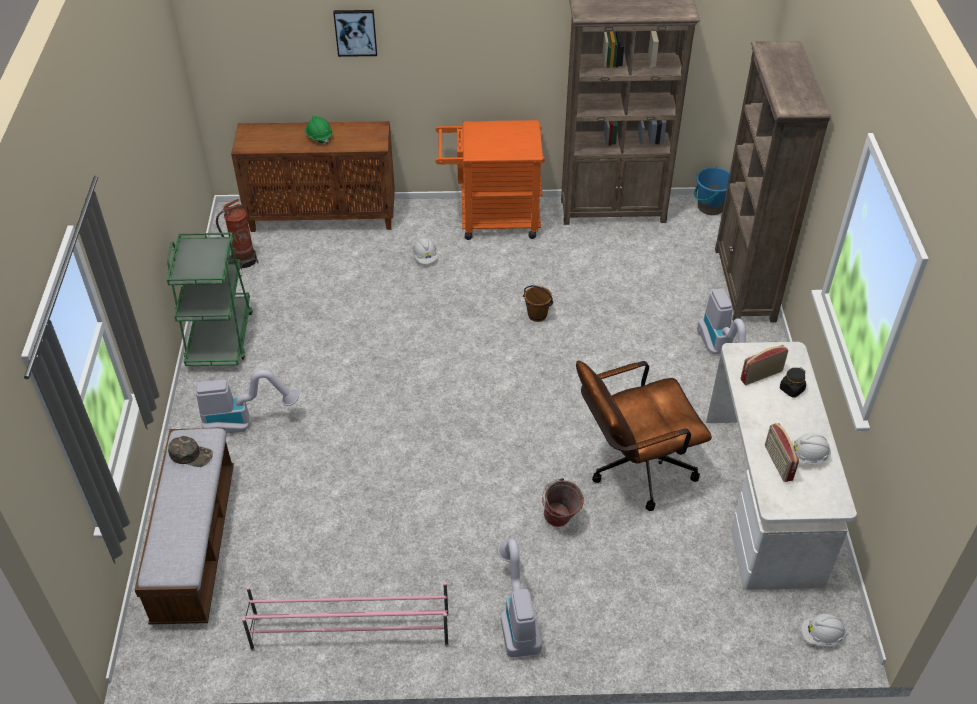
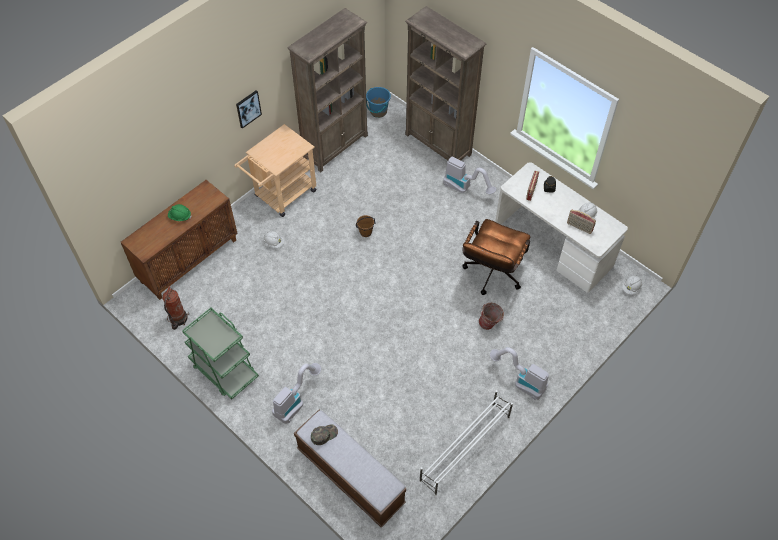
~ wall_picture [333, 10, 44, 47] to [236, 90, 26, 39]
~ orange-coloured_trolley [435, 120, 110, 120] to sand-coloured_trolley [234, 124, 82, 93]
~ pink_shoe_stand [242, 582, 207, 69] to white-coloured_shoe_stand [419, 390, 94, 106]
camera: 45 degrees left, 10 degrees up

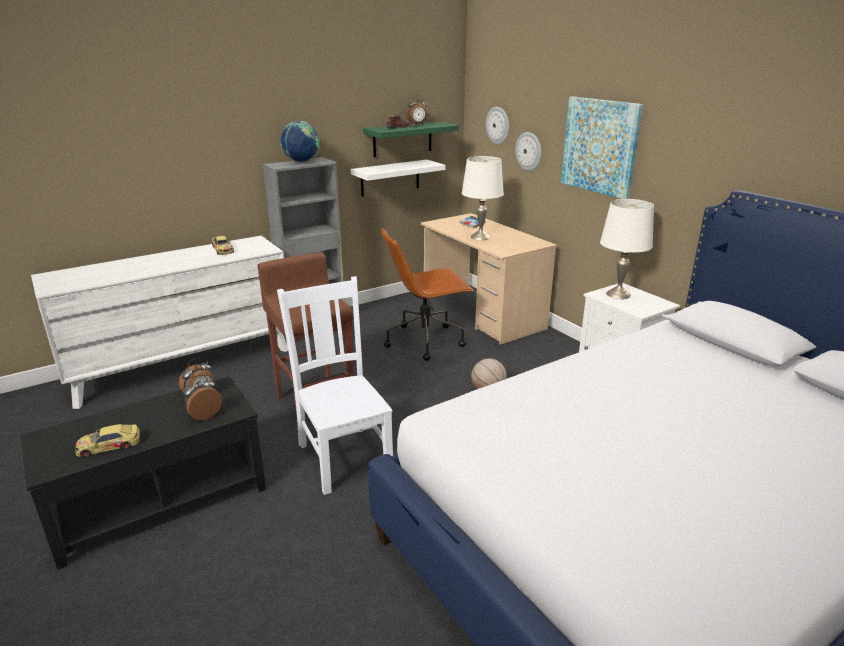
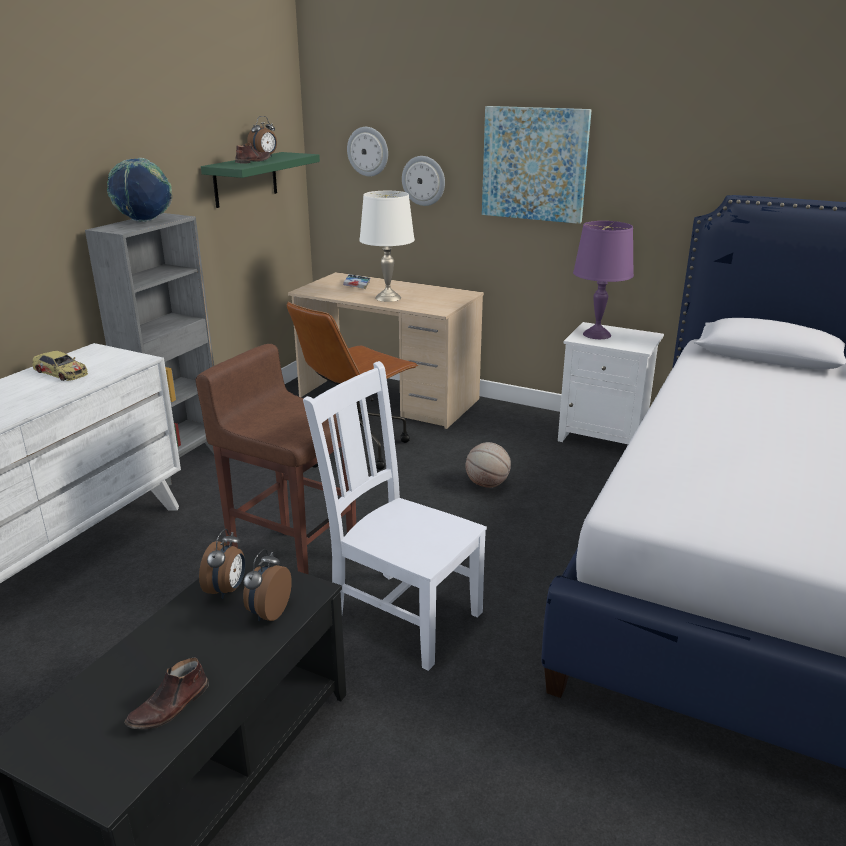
- white-coloured_shelf [351, 159, 95, 38]
~ white-coloured_tabletop_lamp [600, 199, 54, 100] to purple_tabletop_lamp [573, 221, 61, 118]
~ toy_car [75, 424, 65, 33] to brownish_item_of_footwear [124, 658, 85, 71]
camera: 30 degrees left, 0 degrees up

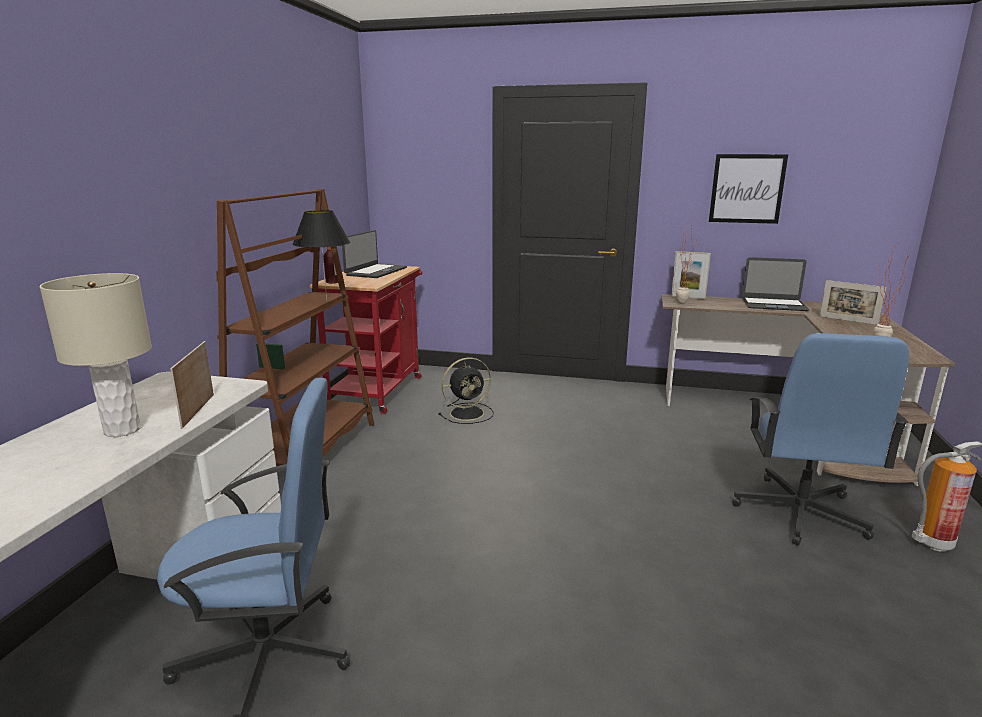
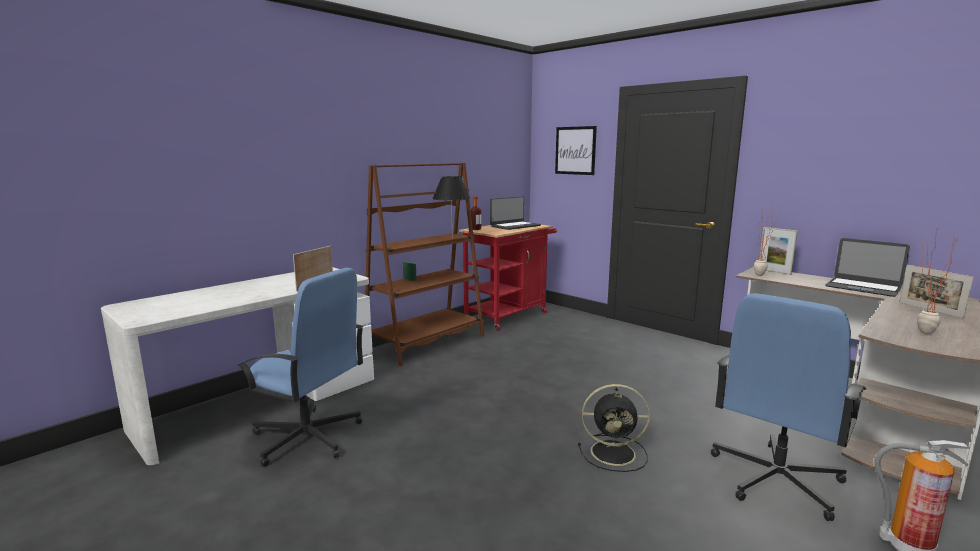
~ wall_picture [709, 154, 79, 70] to [555, 126, 42, 49]
- sand-coloured_tabletop_lamp [39, 273, 113, 164]
~ blackish_fan [438, 357, 56, 67] to [578, 384, 72, 88]
camera: 30 degrees right, 5 degrees down

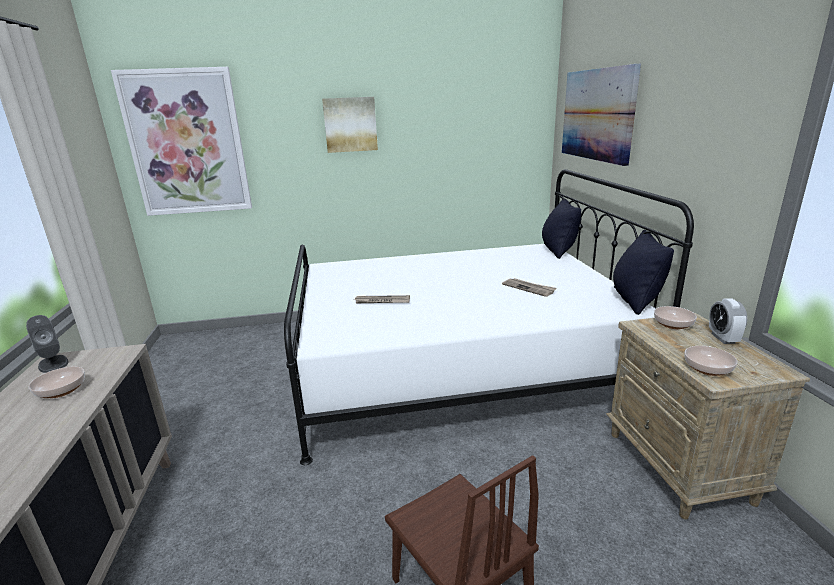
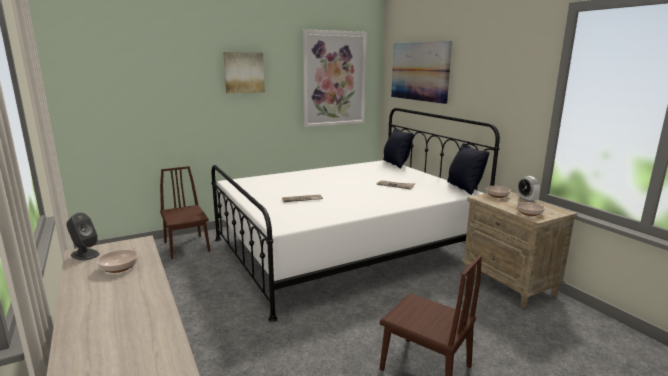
~ wall_picture [111, 67, 141, 149] to [303, 29, 64, 98]
+ brownish_chair [160, 166, 50, 93]
camera: 20 degrees left, 5 degrees down

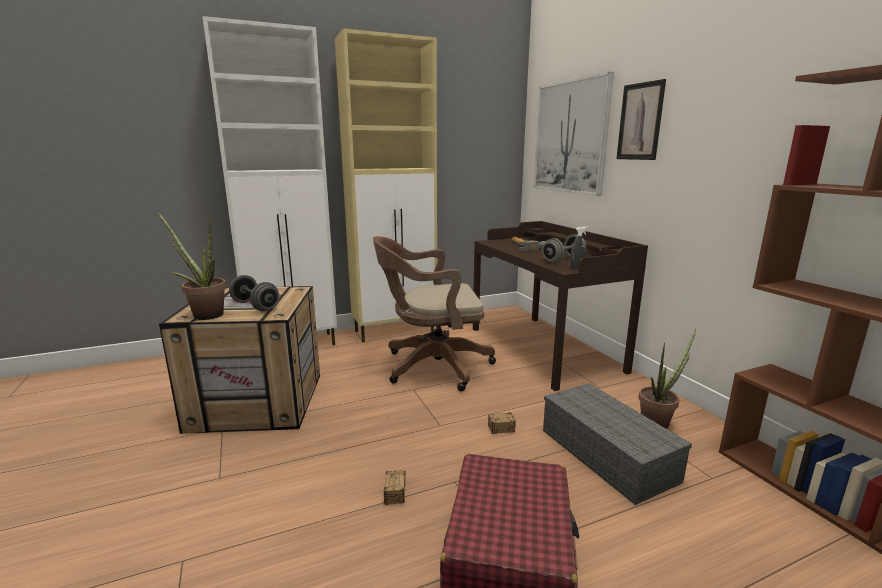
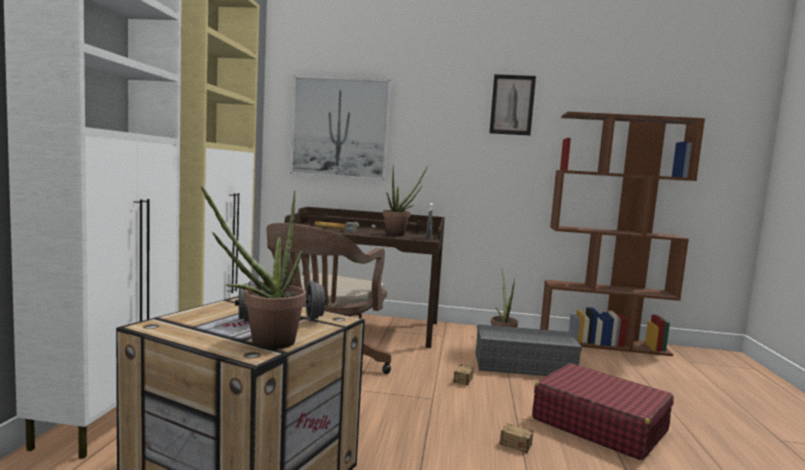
~ wall_picture [616, 79, 50, 81] to [489, 74, 47, 62]
~ greyish_free_weight [542, 234, 44, 29] to potted_plant [383, 165, 45, 71]
camera: 60 degrees left, 10 degrees down

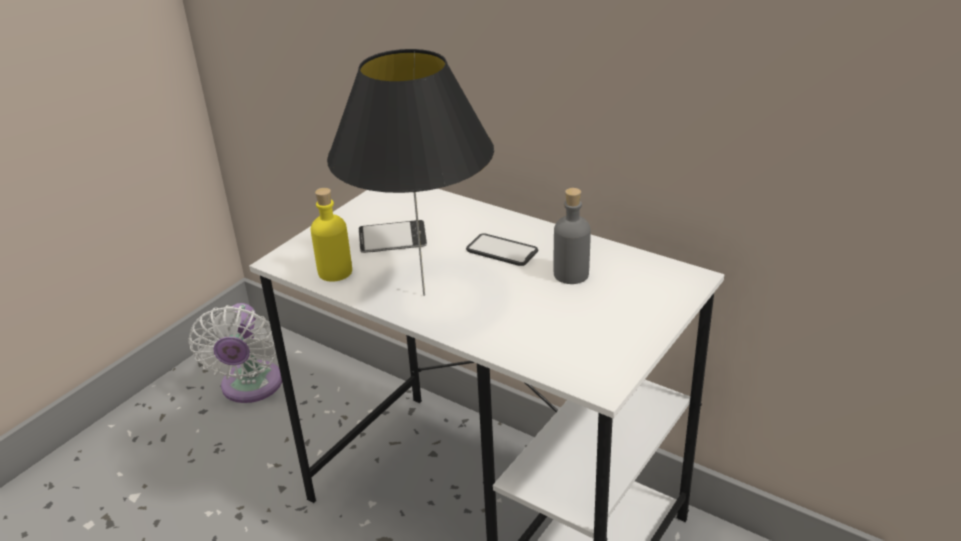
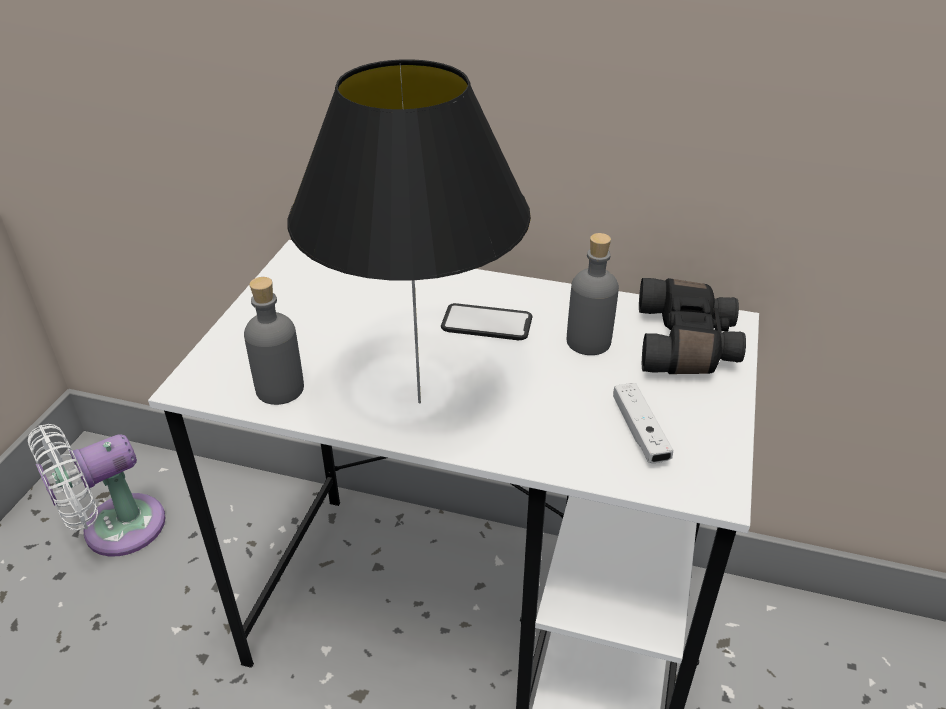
~ yellow_drink_bottle [311, 188, 41, 94] to greyish_drink_bottle [244, 277, 60, 128]
- phone [359, 220, 68, 33]
~ white-coloured_fan [188, 303, 94, 100] = [28, 424, 138, 132] 75 degrees clockwise
+ blackish_field_glasses [639, 278, 107, 96]
+ white-coloured_game_controller [613, 383, 60, 80]
camera: 20 degrees left, 5 degrees up

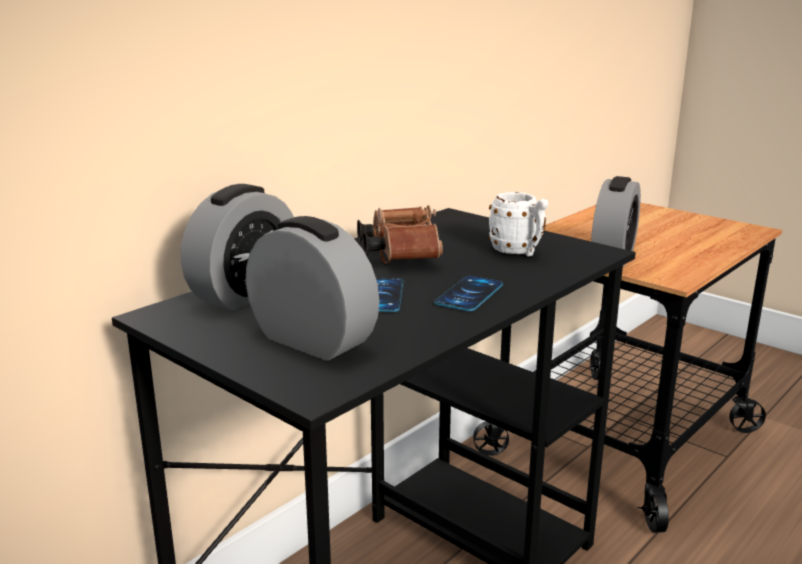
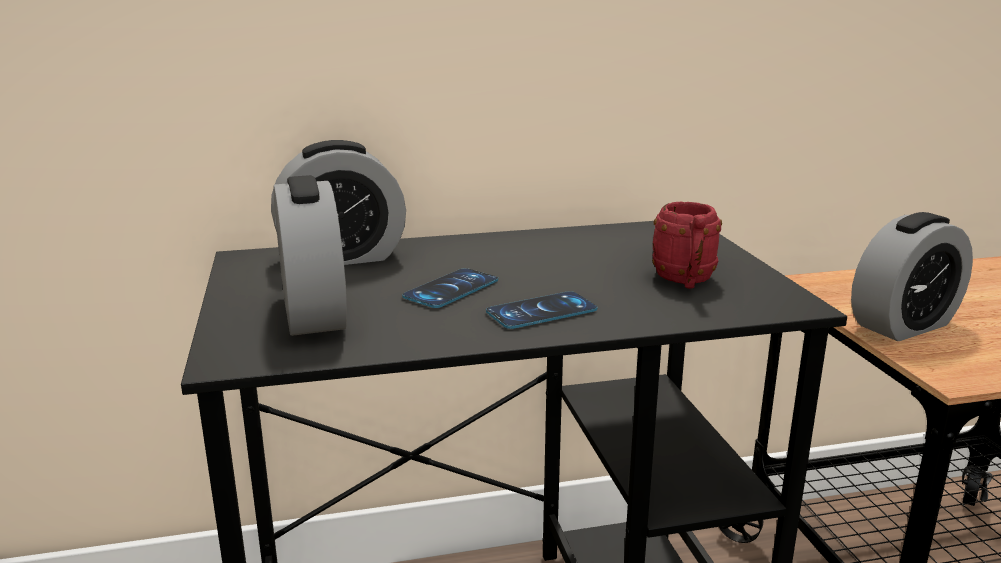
~ white-coloured_mug [489, 192, 59, 65] to red-coloured_mug [652, 202, 70, 87]
- brownish_field_glasses [357, 205, 86, 59]
camera: 35 degrees right, 0 degrees up

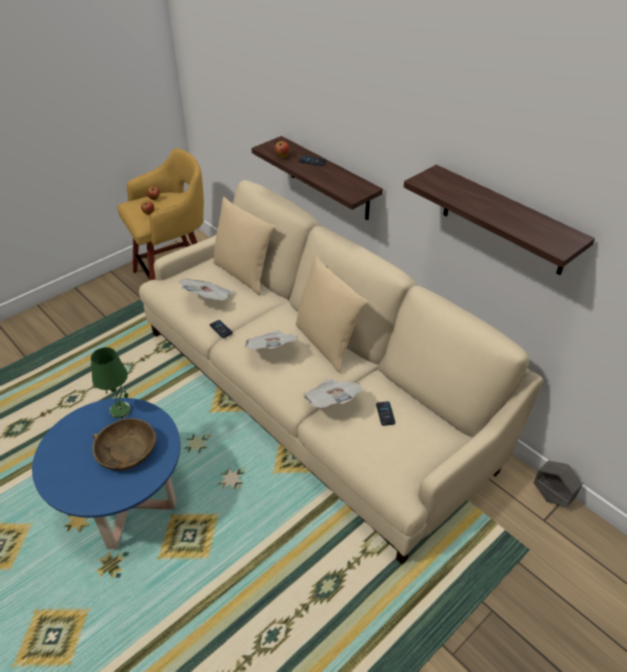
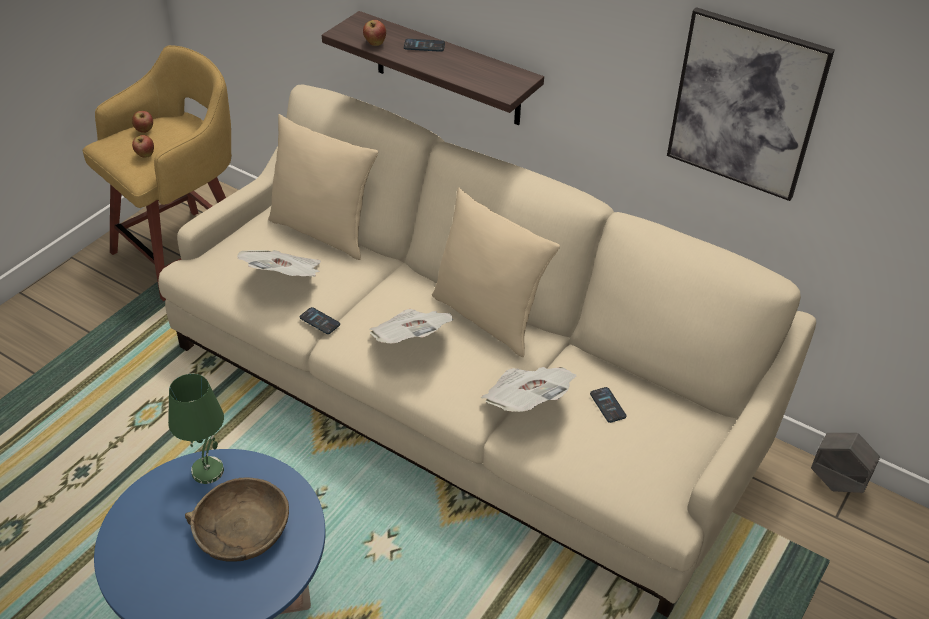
~ shelf [404, 165, 191, 110] to wall_picture [667, 7, 168, 194]
camera: 15 degrees left, 0 degrees up

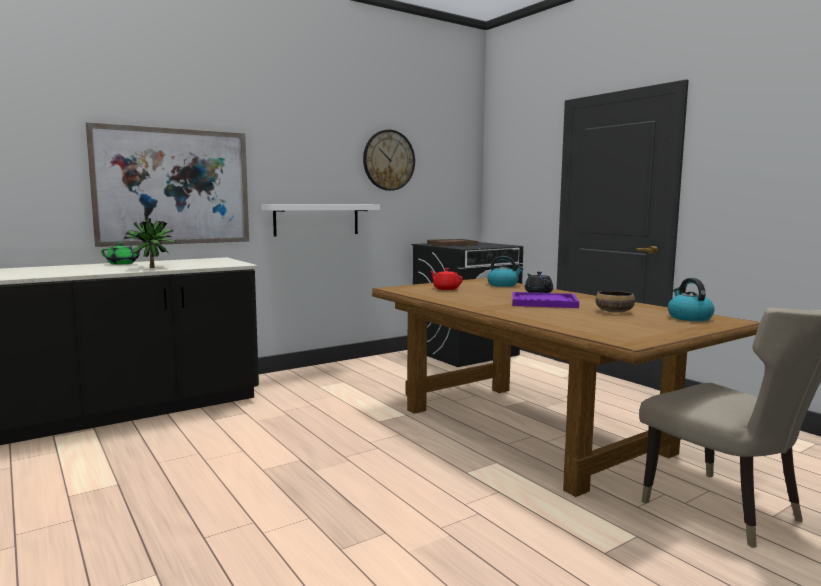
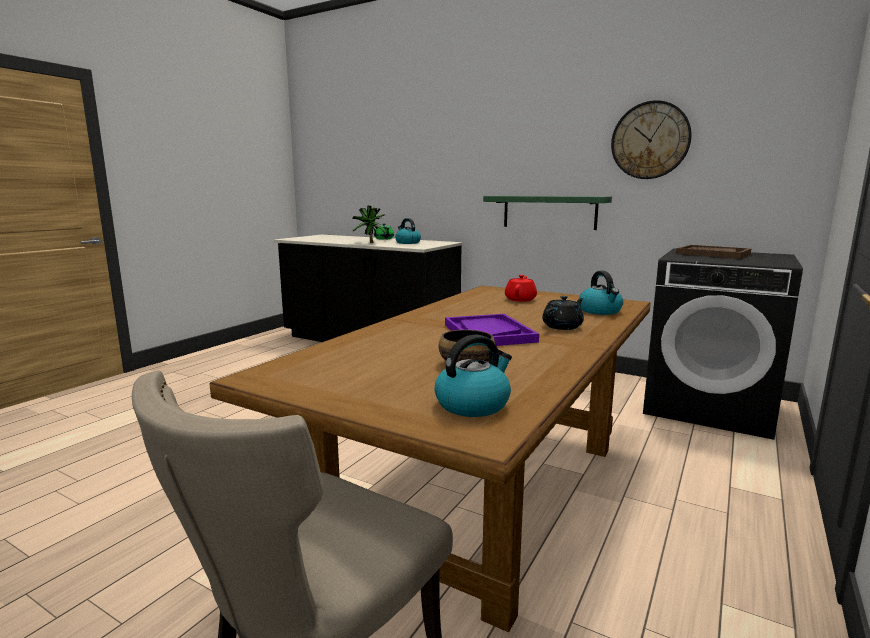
- wall_picture [86, 122, 163, 125]
~ white-coloured_shelf [261, 204, 119, 32] to greenish_shelf [483, 196, 129, 34]
+ tea_kettle [395, 218, 26, 26]
camera: 65 degrees right, 5 degrees up

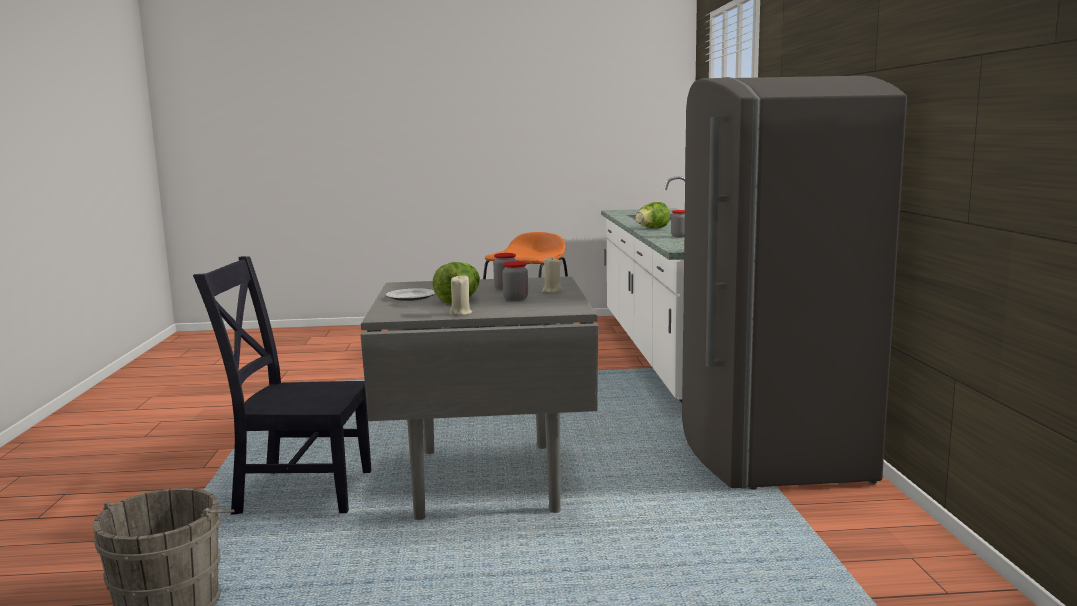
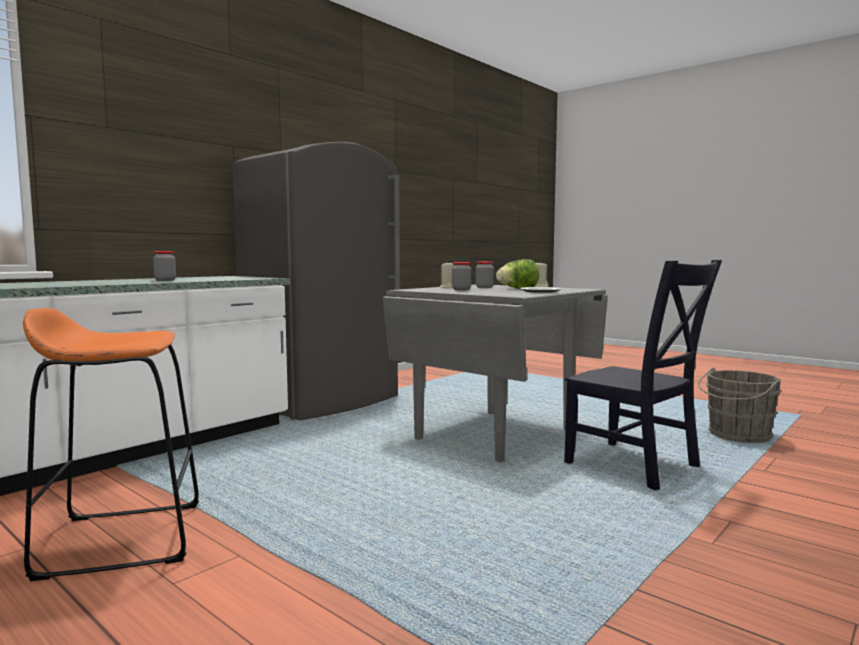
- lettuce_head [635, 202, 35, 26]
camera: 135 degrees left, 5 degrees down

